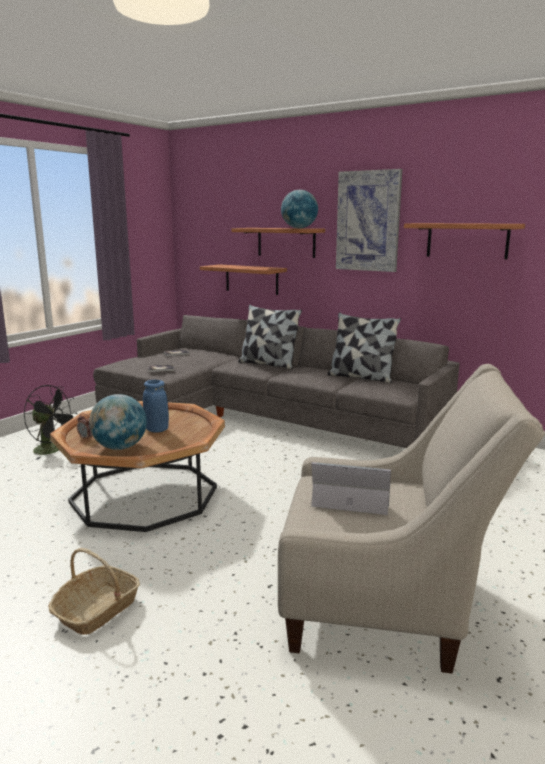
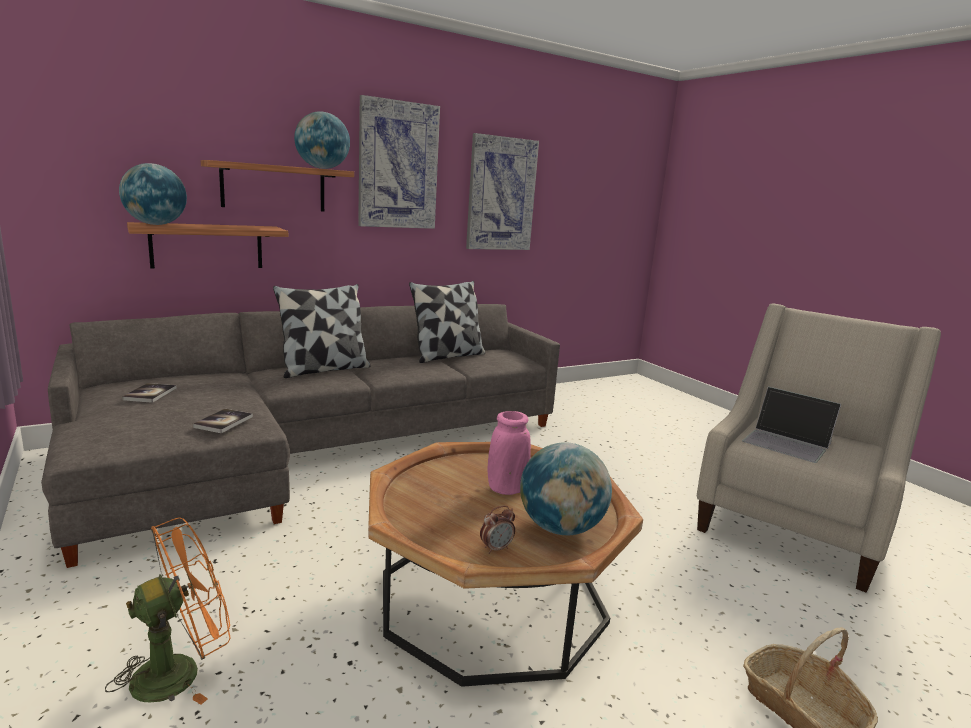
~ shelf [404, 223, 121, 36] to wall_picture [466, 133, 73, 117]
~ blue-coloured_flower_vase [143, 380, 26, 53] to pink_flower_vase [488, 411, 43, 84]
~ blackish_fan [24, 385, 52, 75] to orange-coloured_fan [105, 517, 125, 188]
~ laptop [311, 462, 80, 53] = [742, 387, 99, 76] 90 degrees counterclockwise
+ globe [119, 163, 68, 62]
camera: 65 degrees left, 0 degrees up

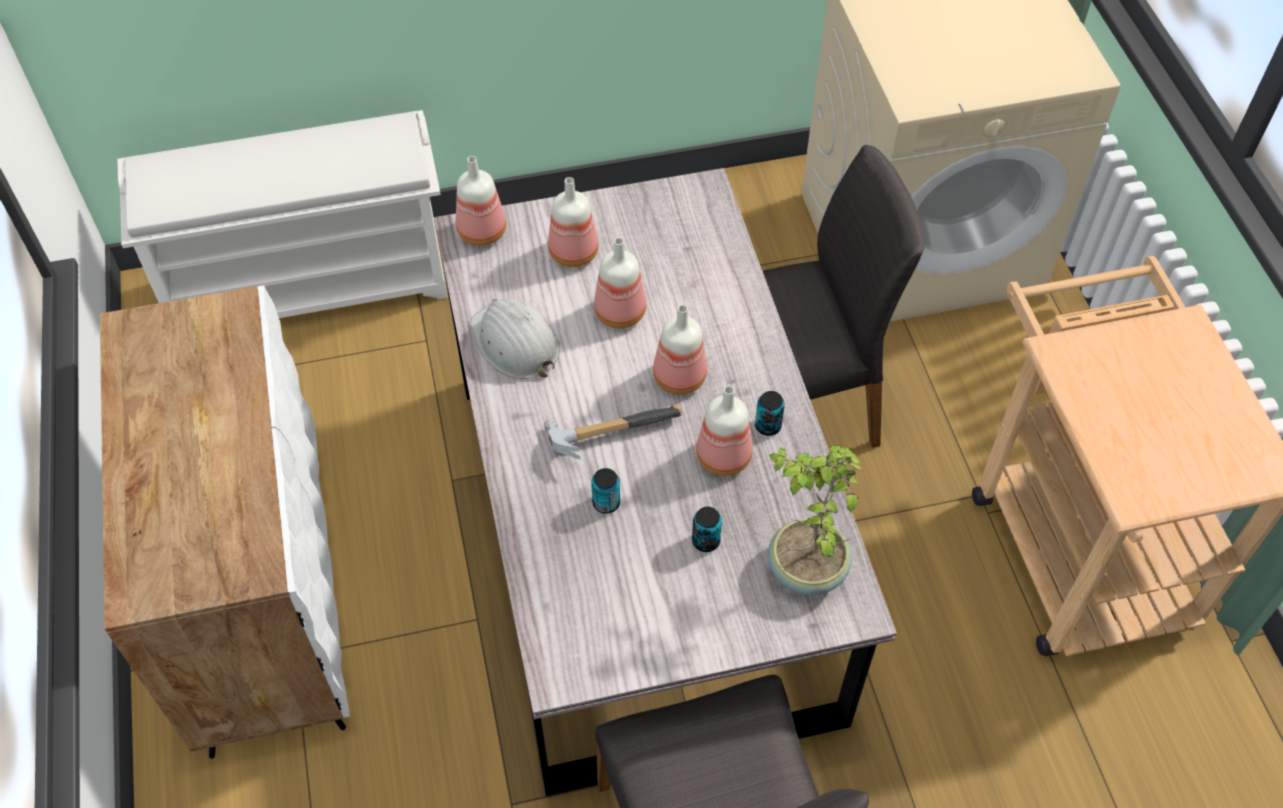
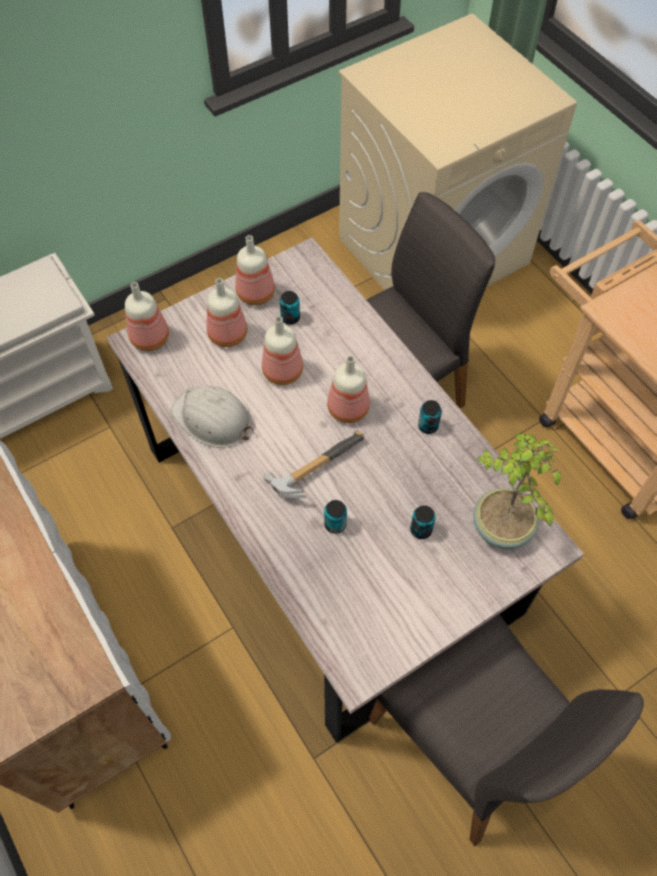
~ drink_bottle [696, 386, 57, 90] to [236, 235, 39, 70]
+ metal_can [280, 291, 20, 34]
camera: 20 degrees left, 5 degrees up

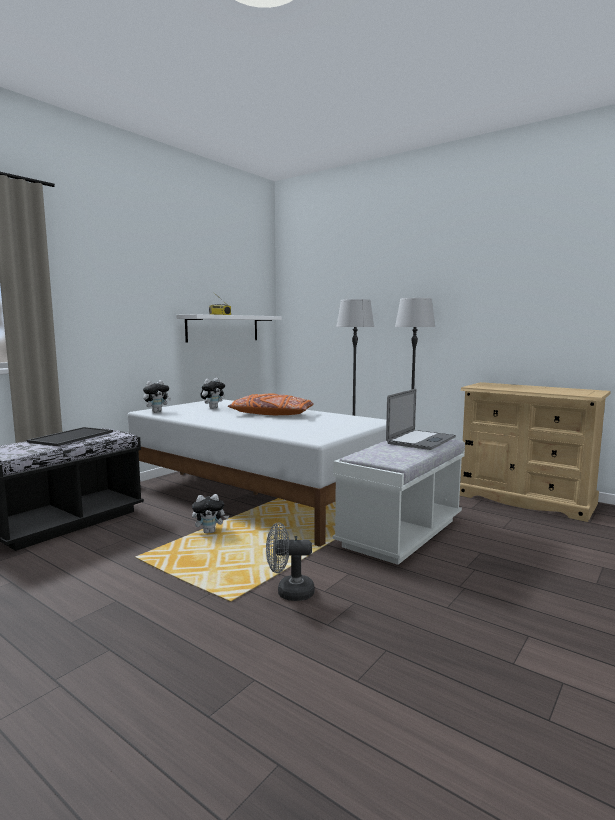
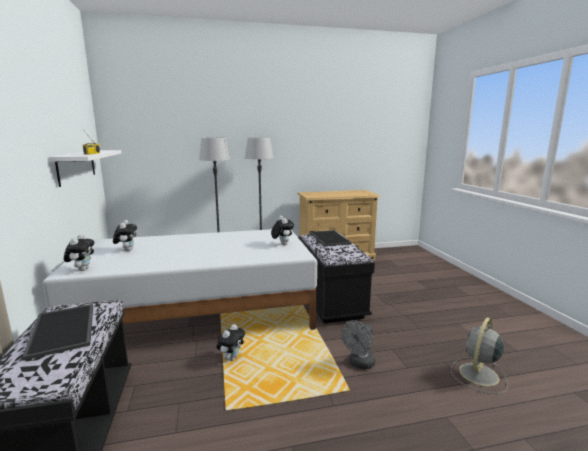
~ laptop [386, 389, 70, 61] to tray [309, 230, 43, 16]
- orange-coloured_throw_pillow [228, 393, 86, 22]
~ white-coloured_long_seat [333, 439, 132, 126] to blackish_long_seat [298, 233, 77, 90]
+ cuddly_toy [271, 216, 23, 30]
+ greyish_fan [451, 318, 57, 76]
camera: 50 degrees left, 5 degrees up

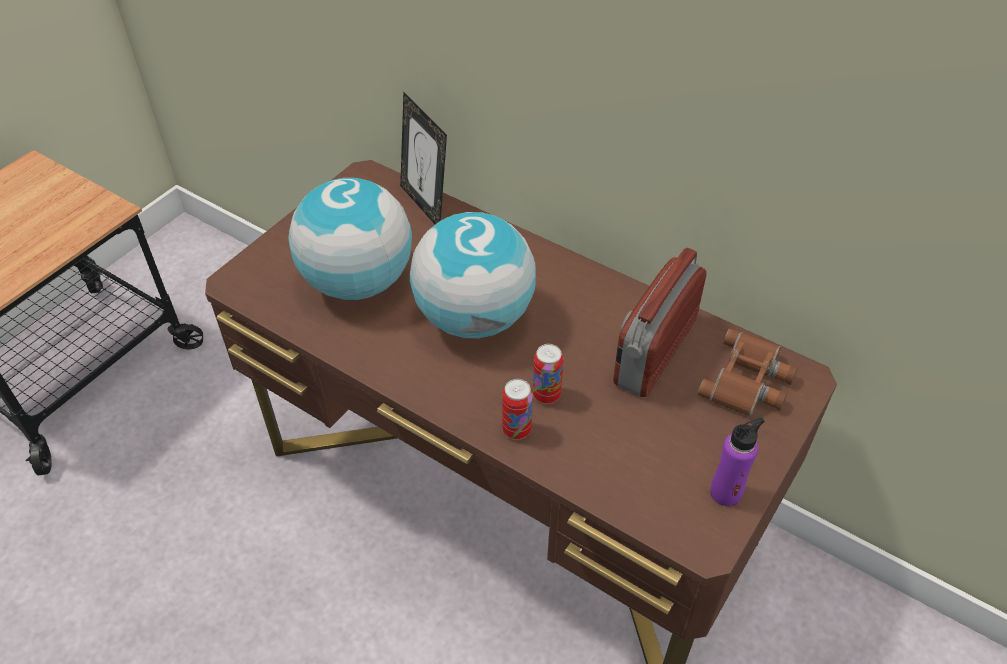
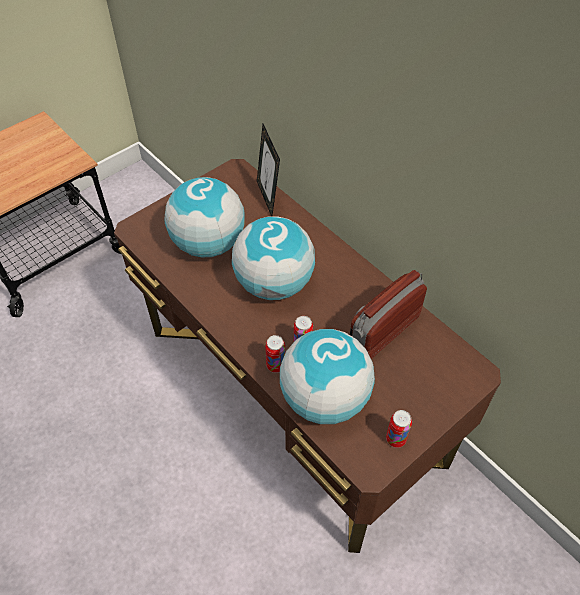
- brownish_field_glasses [698, 329, 100, 88]
~ purple_drink_bottle [710, 418, 54, 88] to metal_can [386, 410, 26, 38]
+ globe [280, 329, 95, 95]
camera: 15 degrees right, 5 degrees up

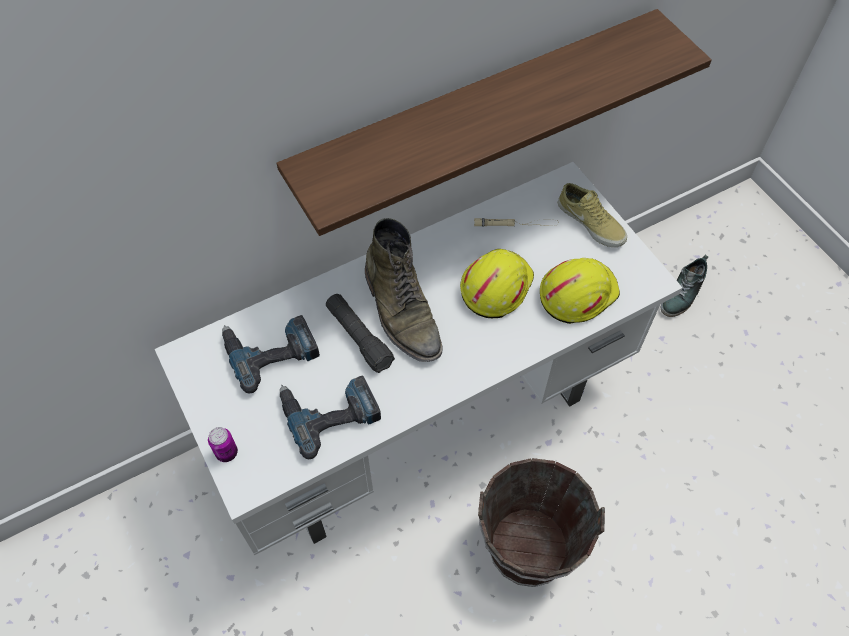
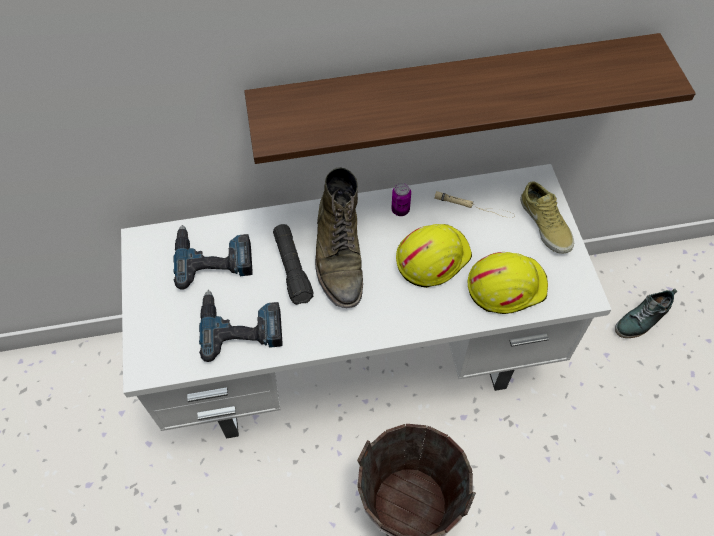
~ metal_can [208, 427, 30, 35] to [392, 183, 19, 33]
camera: 20 degrees right, 0 degrees up

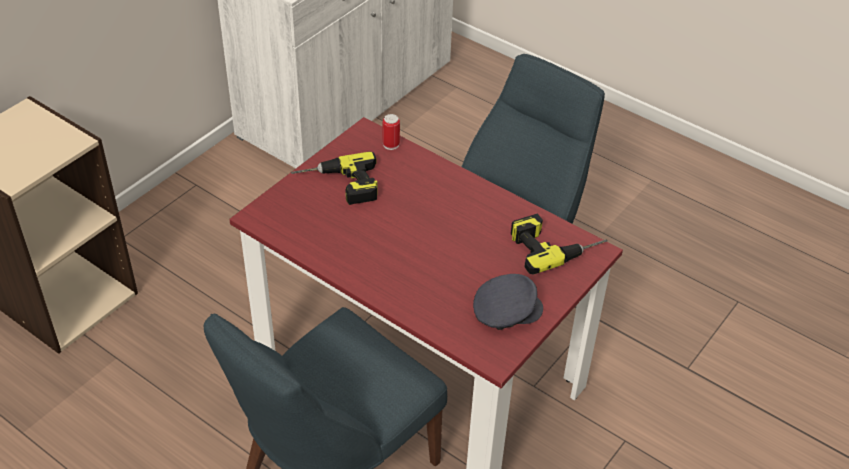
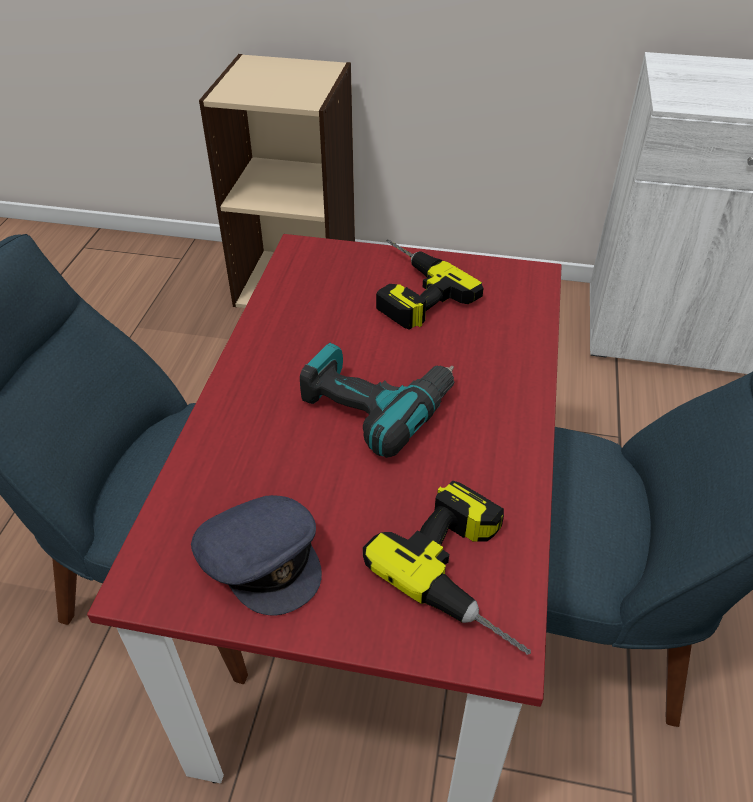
- metal_can [383, 114, 17, 36]
+ drill [300, 343, 154, 115]
camera: 65 degrees right, 0 degrees up

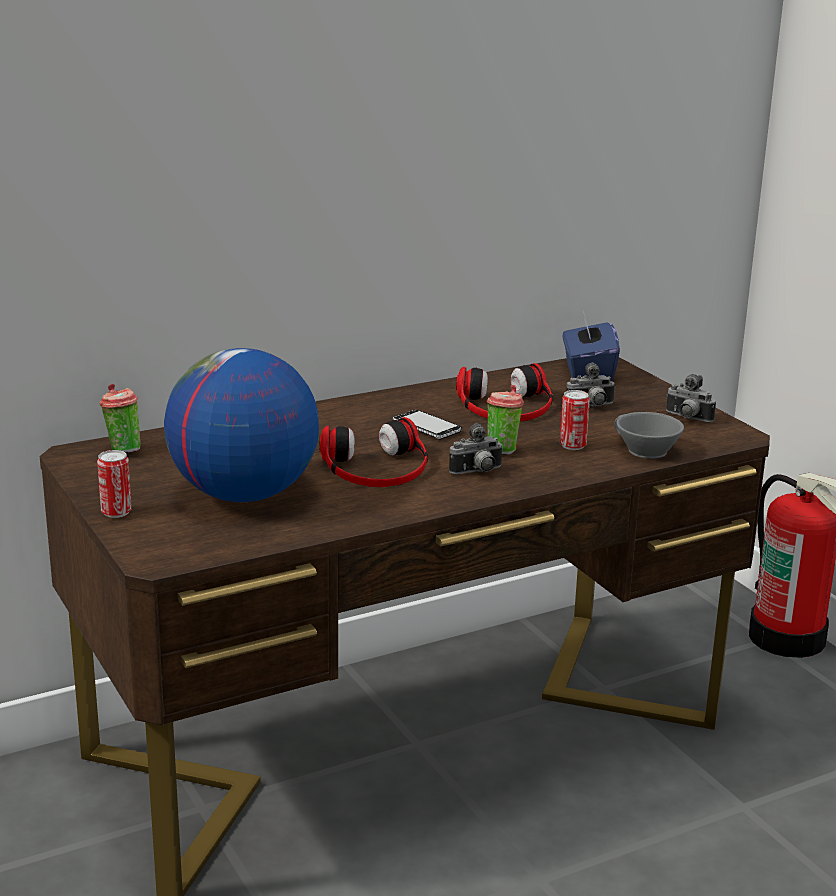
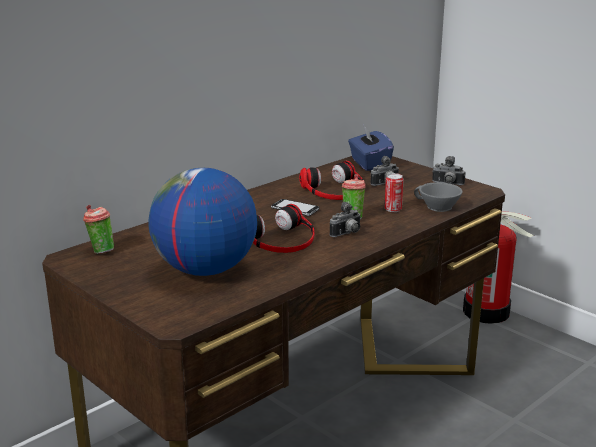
- metal_can [97, 450, 35, 68]
camera: 15 degrees left, 0 degrees up

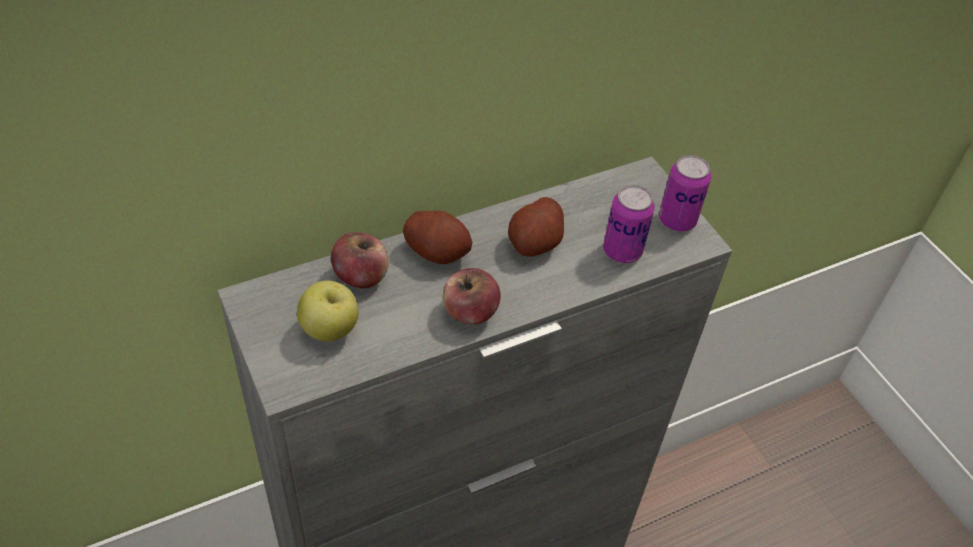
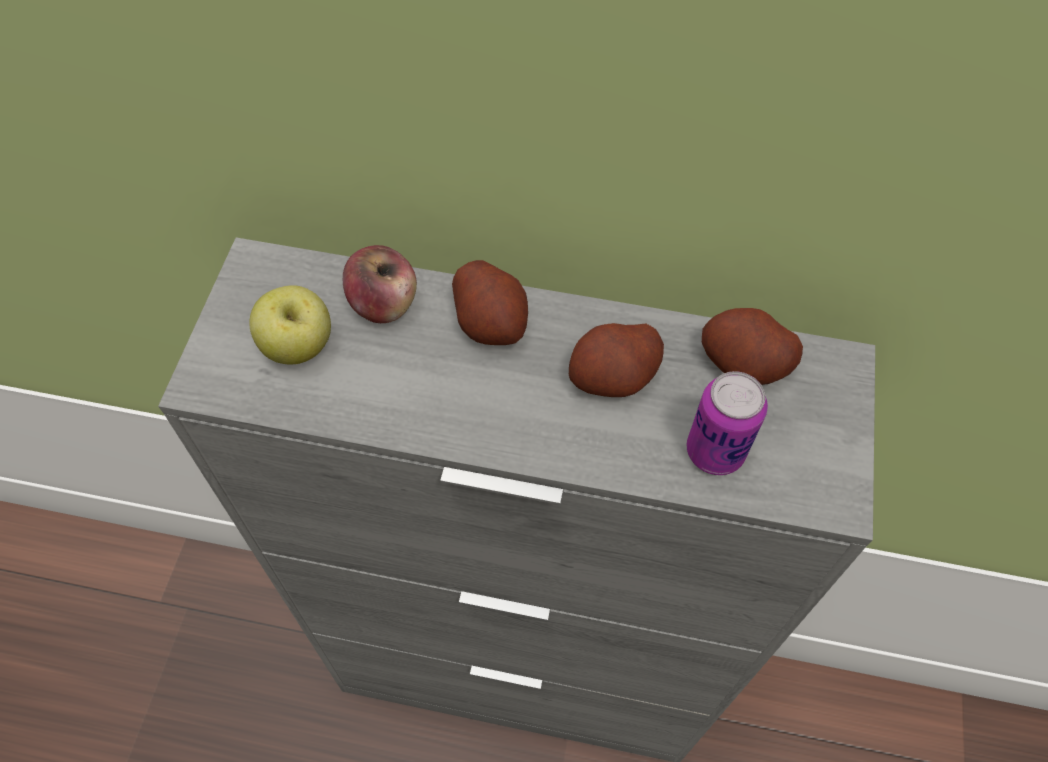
- metal_can [659, 155, 52, 77]
- apple_fruit [443, 268, 58, 57]
+ whole_potato [702, 308, 101, 77]
camera: 40 degrees right, 10 degrees up

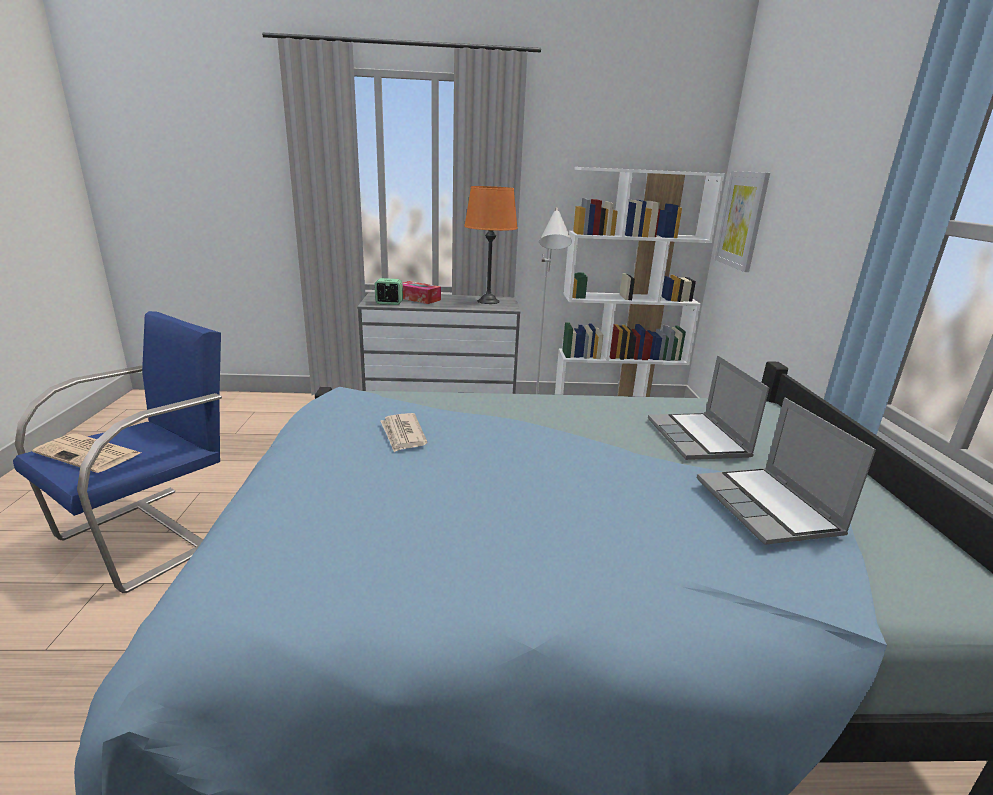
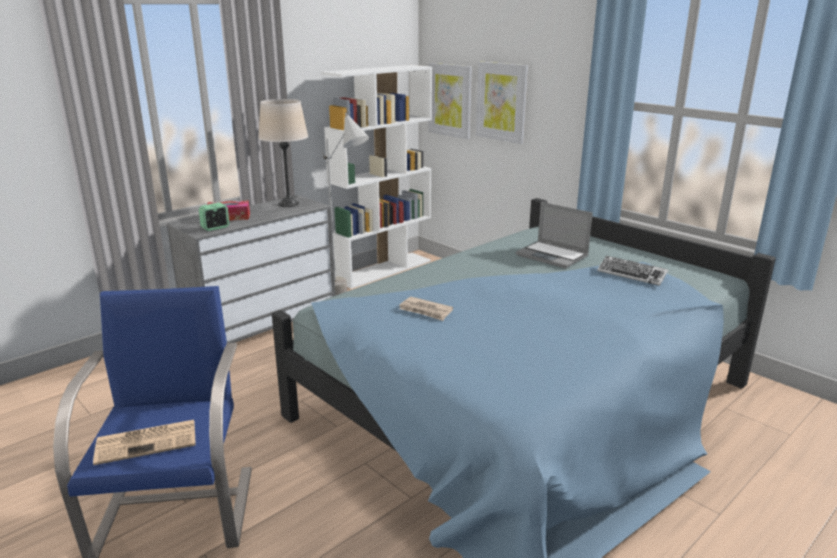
~ orange-coloured_tabletop_lamp [464, 186, 54, 118] to sand-coloured_tabletop_lamp [258, 99, 50, 108]
~ laptop [697, 398, 179, 147] to keyboard [597, 256, 71, 30]
+ wall_picture [476, 62, 52, 82]
camera: 40 degrees left, 0 degrees up

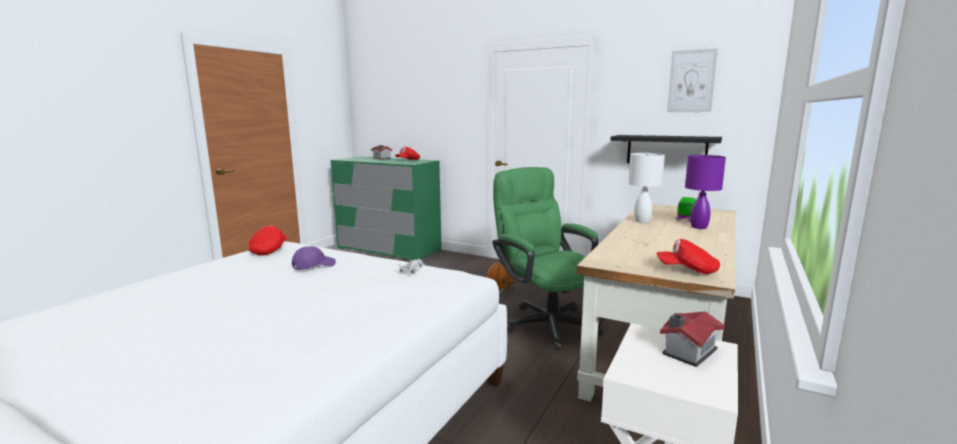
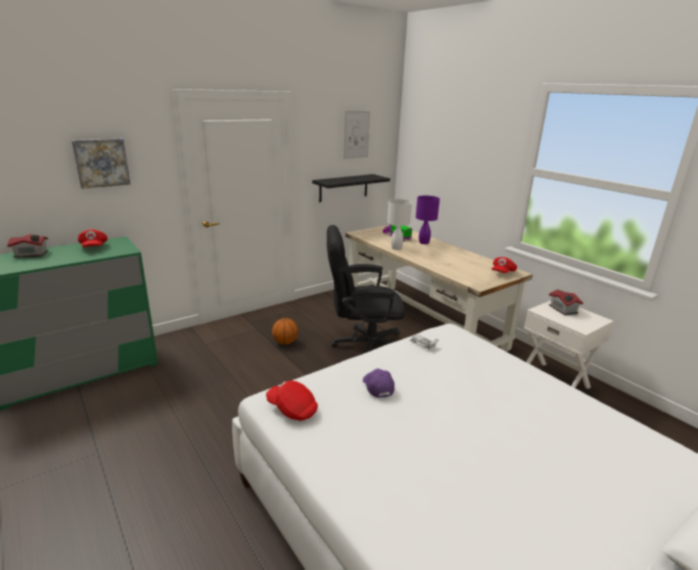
~ greenish_office_chair [493, 167, 110, 183] to blackish_office_chair [327, 225, 78, 128]
+ wall_picture [71, 139, 59, 50]
camera: 65 degrees left, 10 degrees up

